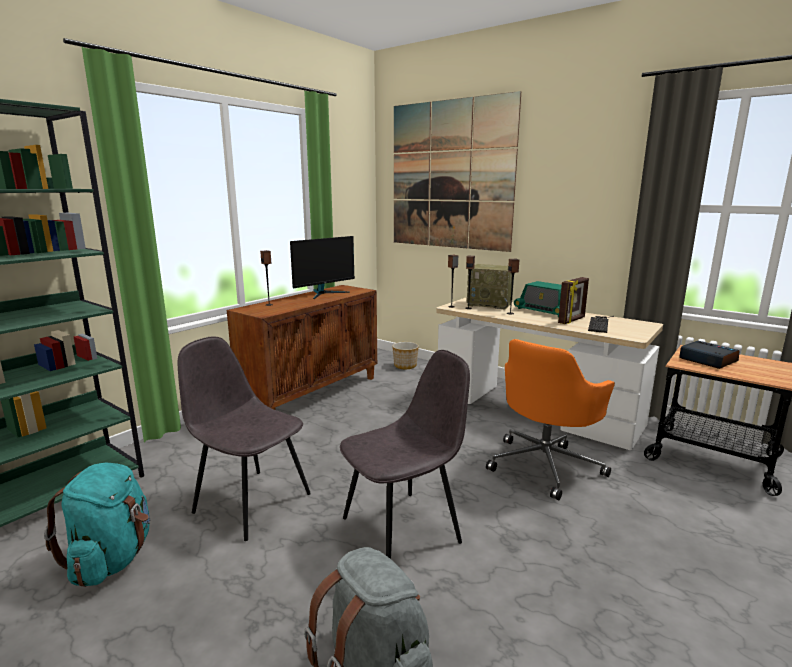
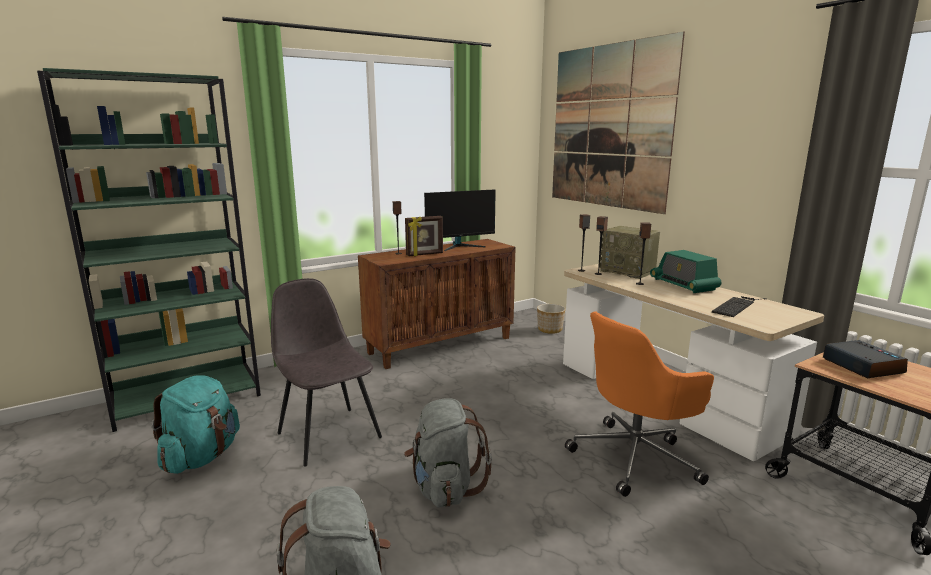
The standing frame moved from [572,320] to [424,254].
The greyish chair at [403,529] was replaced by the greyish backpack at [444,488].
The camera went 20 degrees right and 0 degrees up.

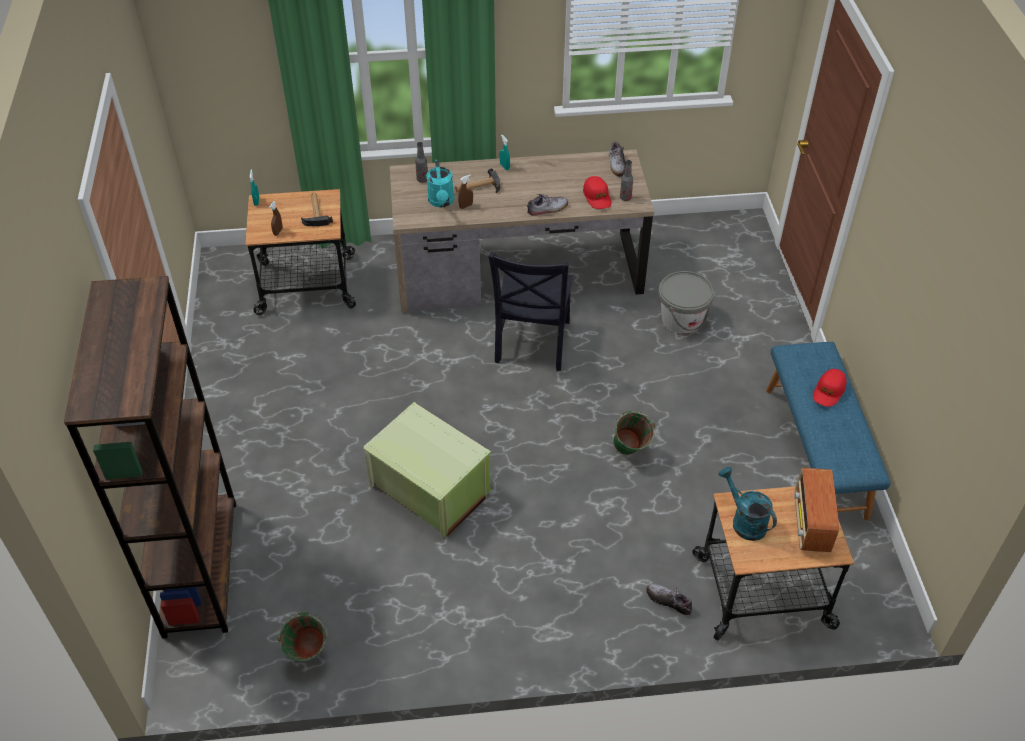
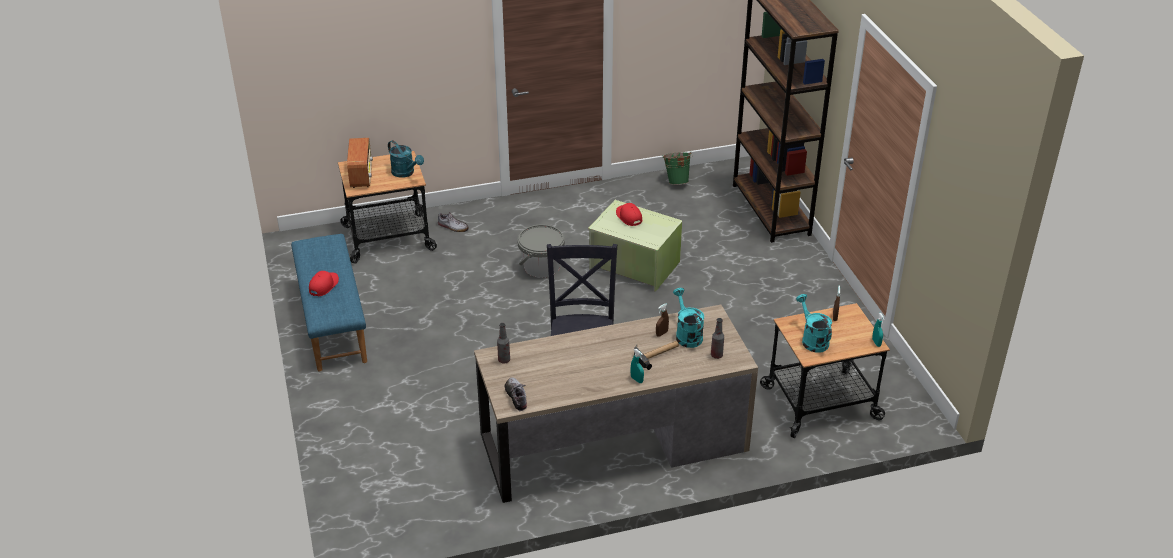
The red baseball cap moved from [597,197] to [628,217].
The hand hammer at [315,212] was replaced by the blue-green watering pot at [812,339].
The shoe at [547,209] disappeared.
The greyish pail moved from [682,319] to [541,267].
The greenish pail at [629,453] disappeared.
The camera went 170 degrees right and 10 degrees down.

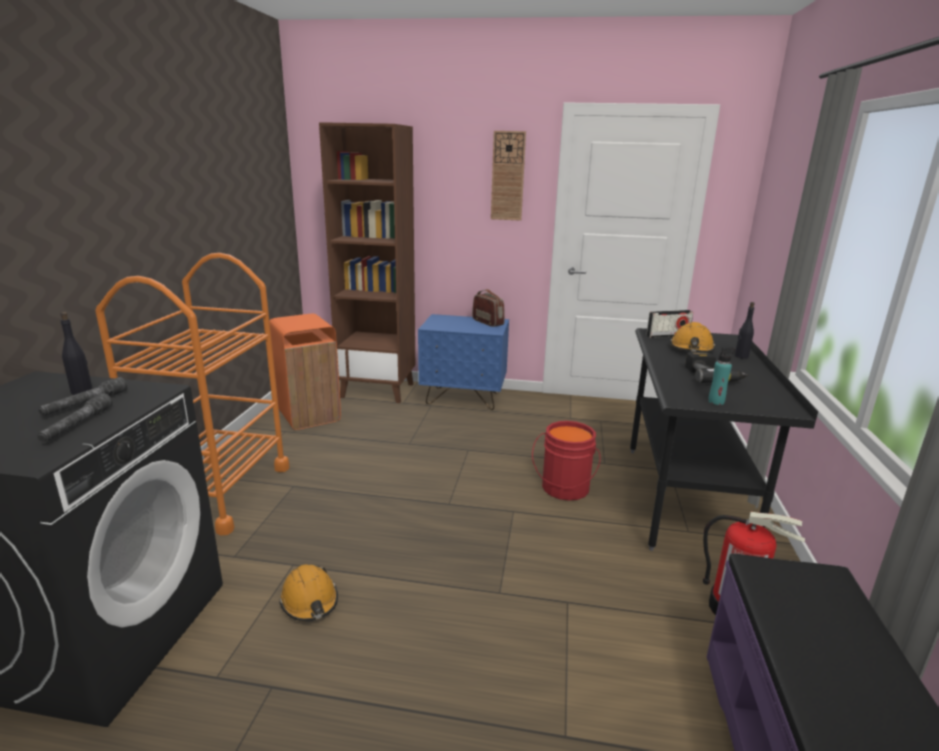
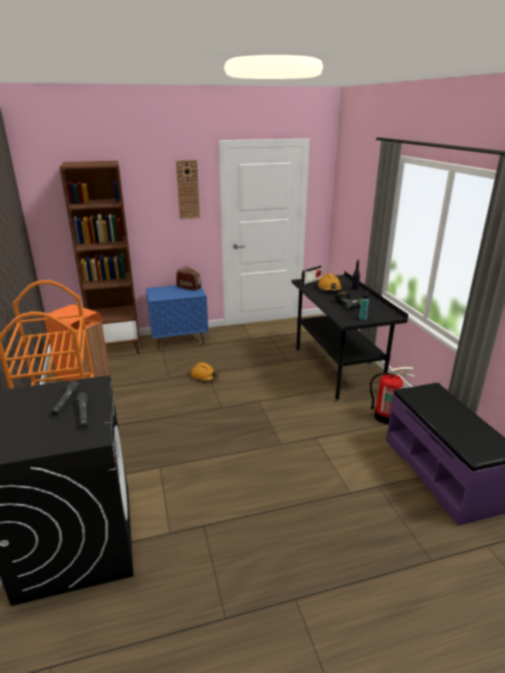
The blackish bottle at [82,391] disappeared.
The red pail at [564,489] disappeared.
The orange-coloured hard hat moved from [310,601] to [204,376].
The camera went 25 degrees left and 5 degrees up.

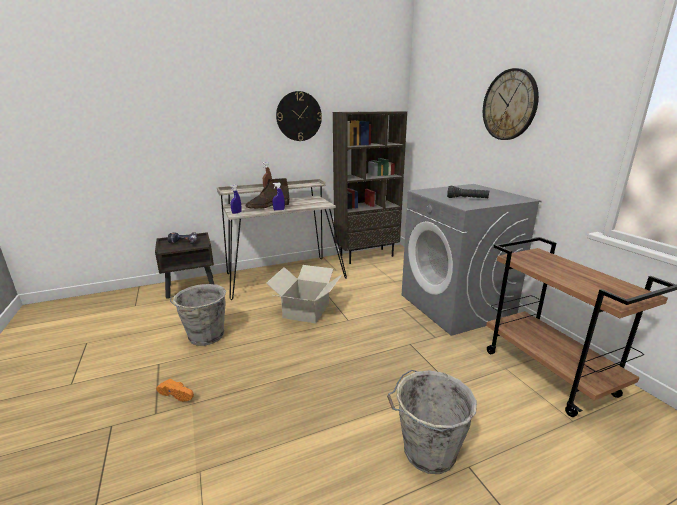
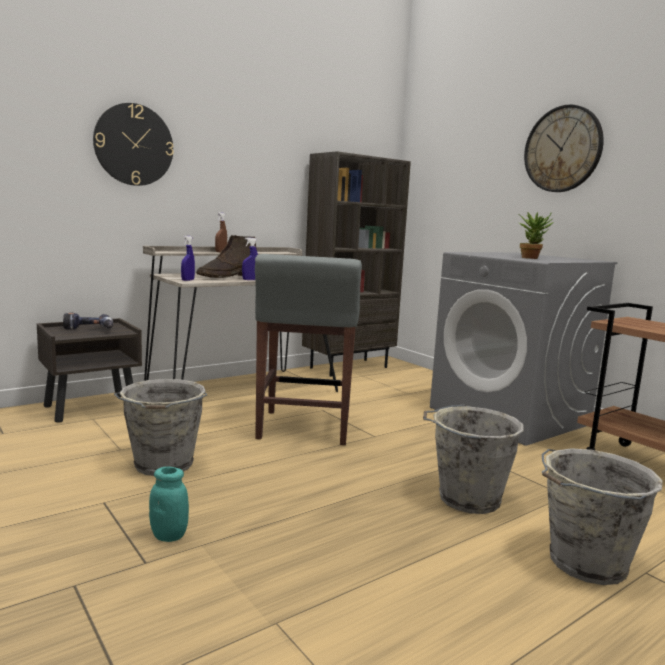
The clock on the wall moved from [299,116] to [134,145].
The blackish flashlight at [467,199] was replaced by the potted plant at [531,258].
The carton at [306,310] was replaced by the greyish sitting stool at [304,428].
The orange-coloured shoe at [179,394] was replaced by the blue-green storage jar at [169,536].
The greyish pail at [466,498] appeared.
The camera went 15 degrees left and 10 degrees down.

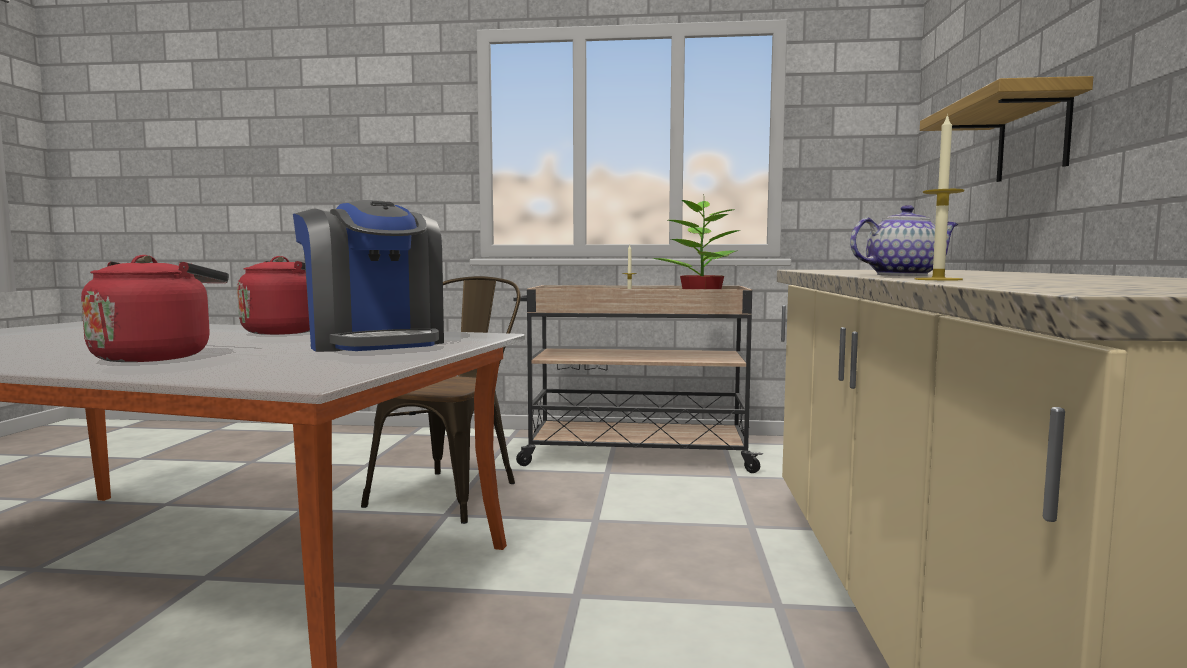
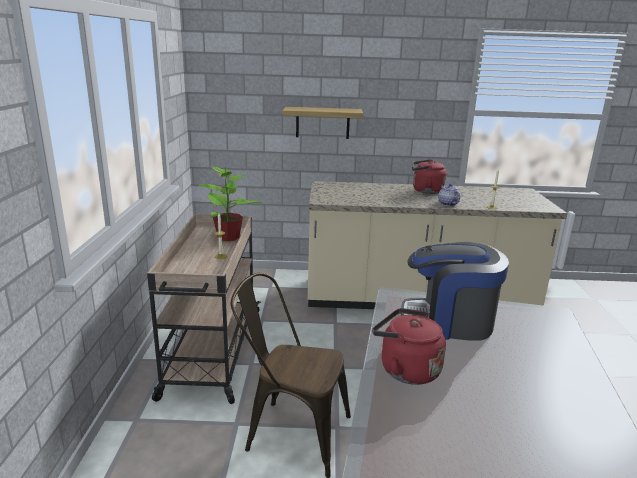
The coffee maker at [375,343] turned 135 degrees counterclockwise.
The red tea kettle moved from [157,357] to [425,191].
The camera went 95 degrees left and 15 degrees up.

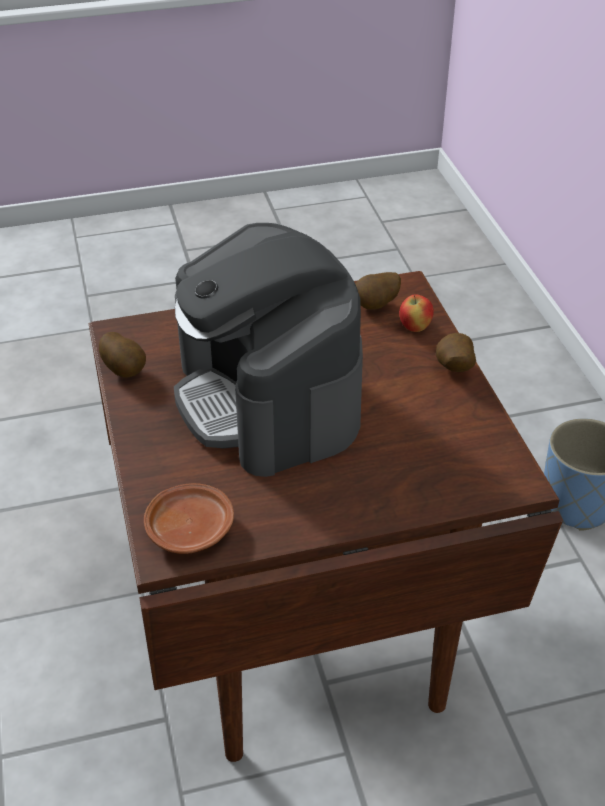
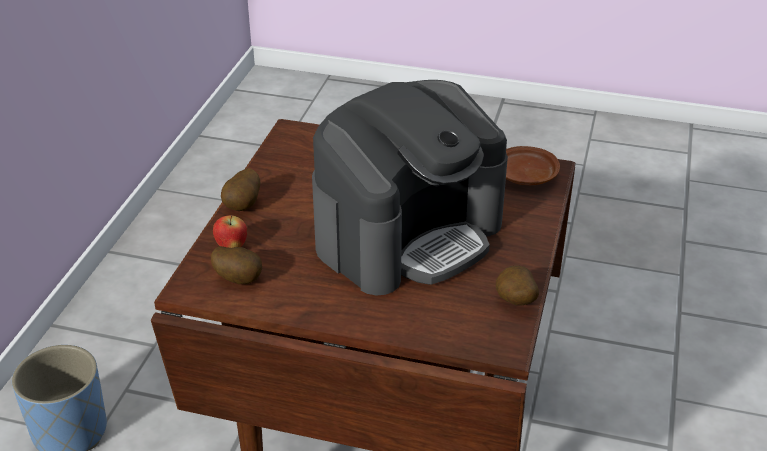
The coffee maker at [268,399] turned 45 degrees clockwise.
The camera went 150 degrees left and 5 degrees down.

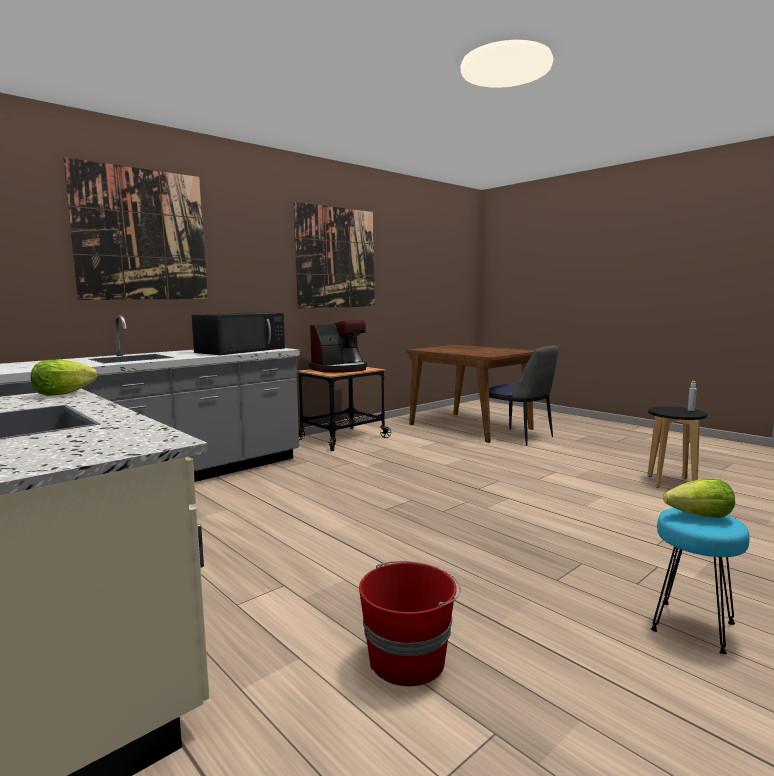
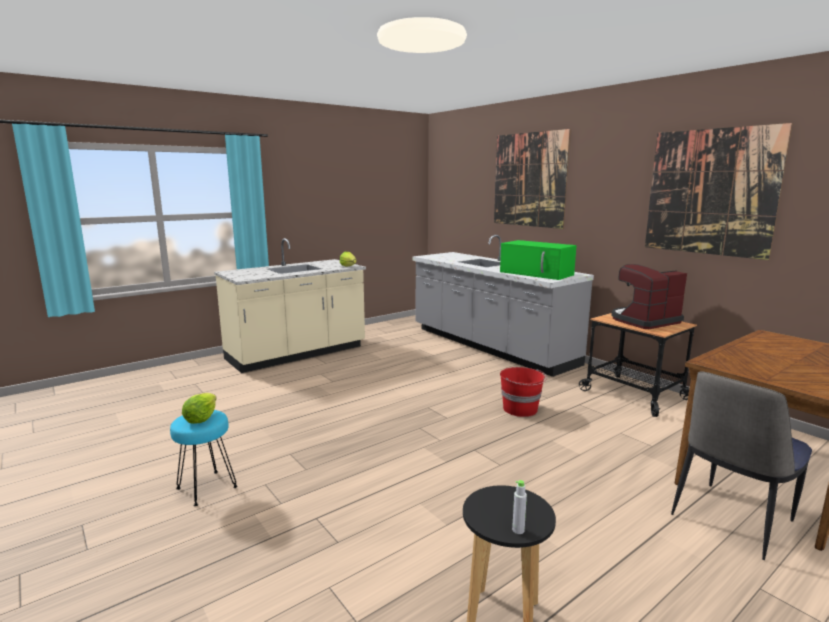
The blackish kitchen microwave at [241,350] became the greenish kitchen microwave at [537,273].
The coffee maker at [340,369] turned 90 degrees clockwise.
The red pail moved from [408,659] to [521,409].
The camera went 95 degrees right and 5 degrees up.

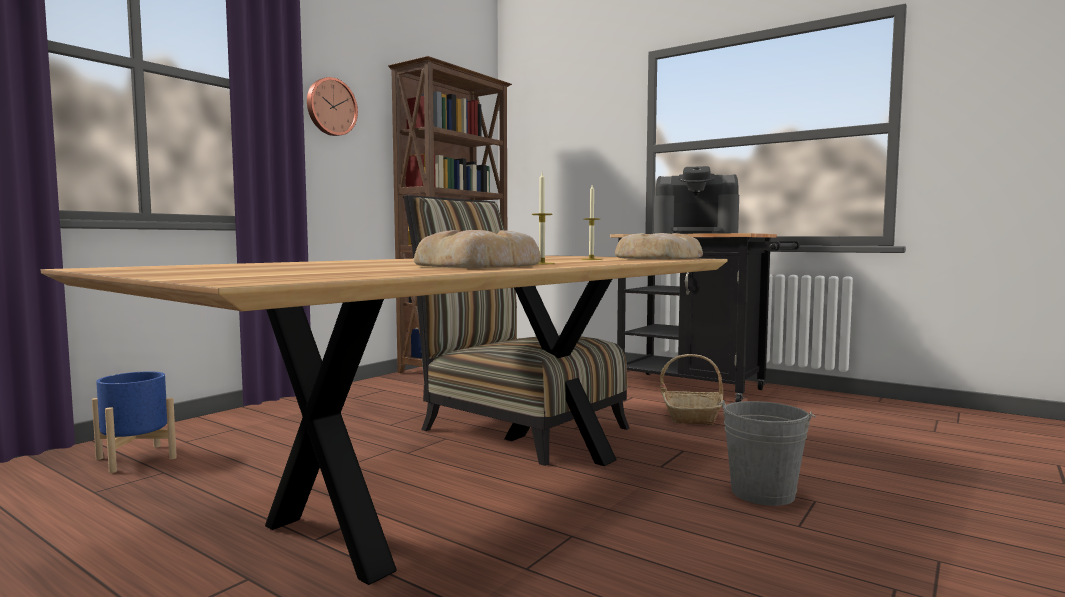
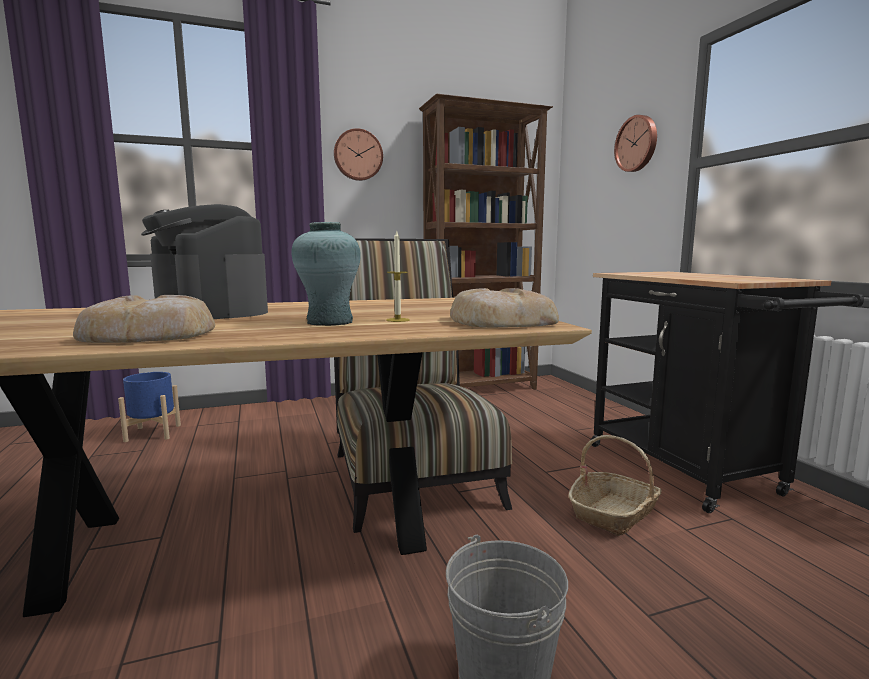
The coffee maker moved from [695,233] to [210,311].
The wax light at [542,263] disappeared.
The clock on the wall at [637,144] appeared.
The blue-green decorative vase at [329,322] appeared.
The camera went 35 degrees right and 5 degrees up.

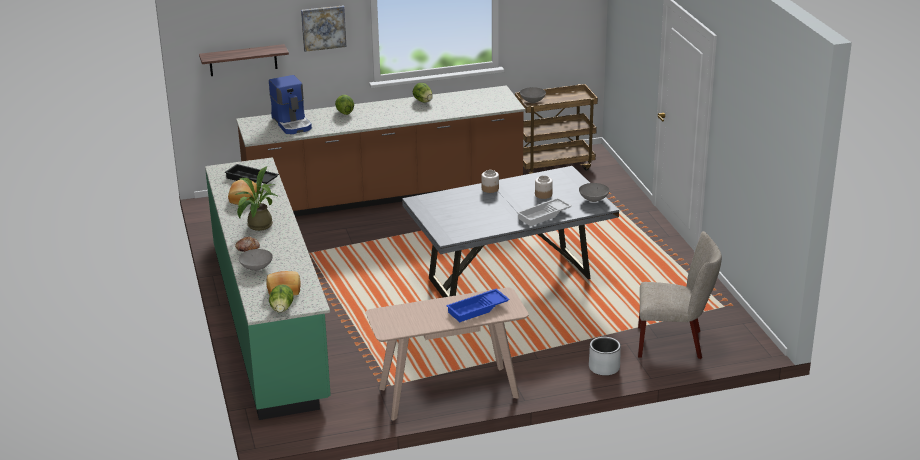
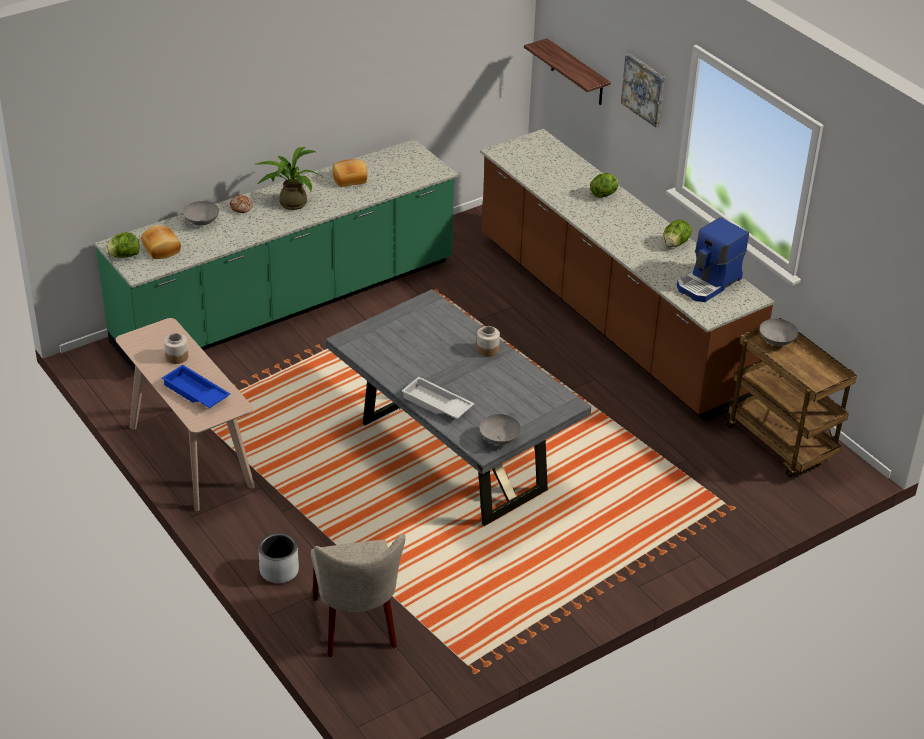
The coffee maker moved from [292,123] to [709,283].
The blackish serving tray at [251,179] disappeared.
The storage jar moved from [543,195] to [176,357].
The camera went 70 degrees right and 10 degrees up.

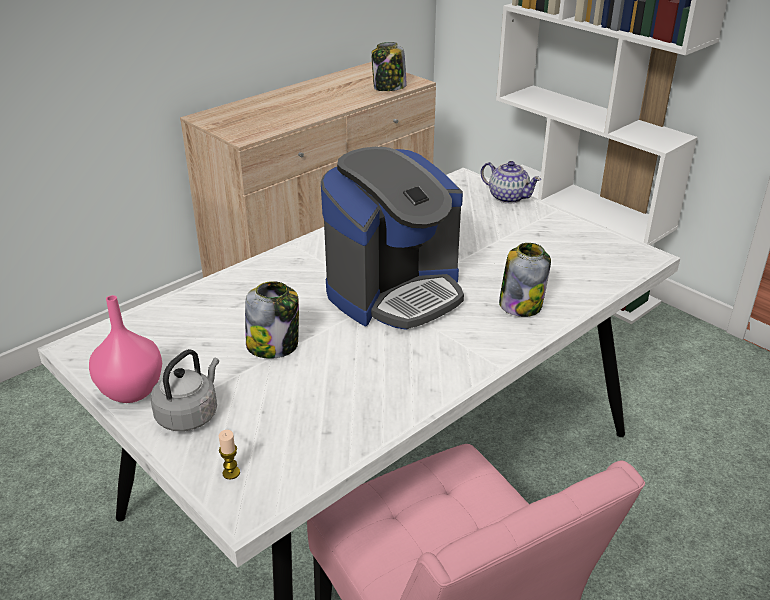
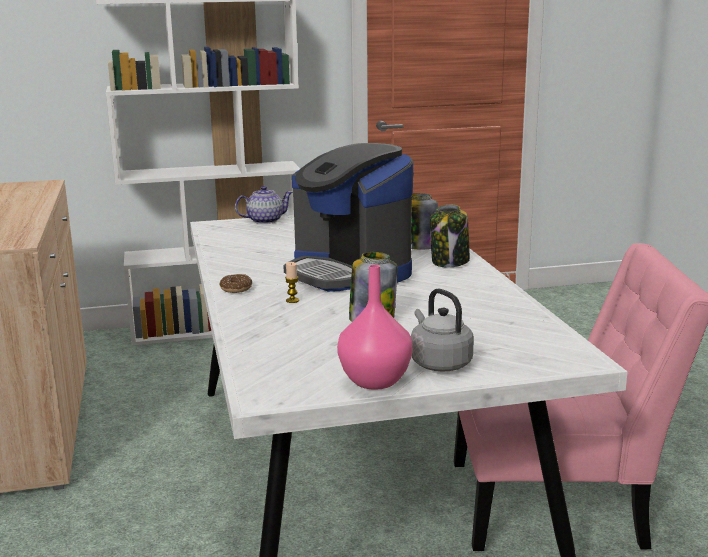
The storage jar moved from [389,88] to [450,262].
The coffee maker at [395,292] turned 150 degrees clockwise.
The wax light moved from [231,473] to [292,300].
The ring doughnut at [236,289] appeared.
The camera went 60 degrees left and 15 degrees down.

